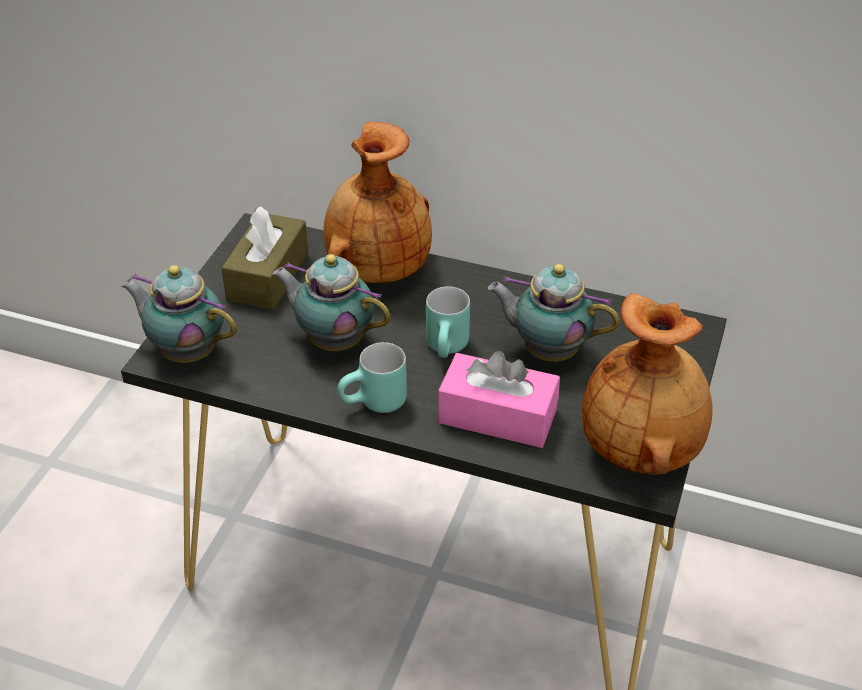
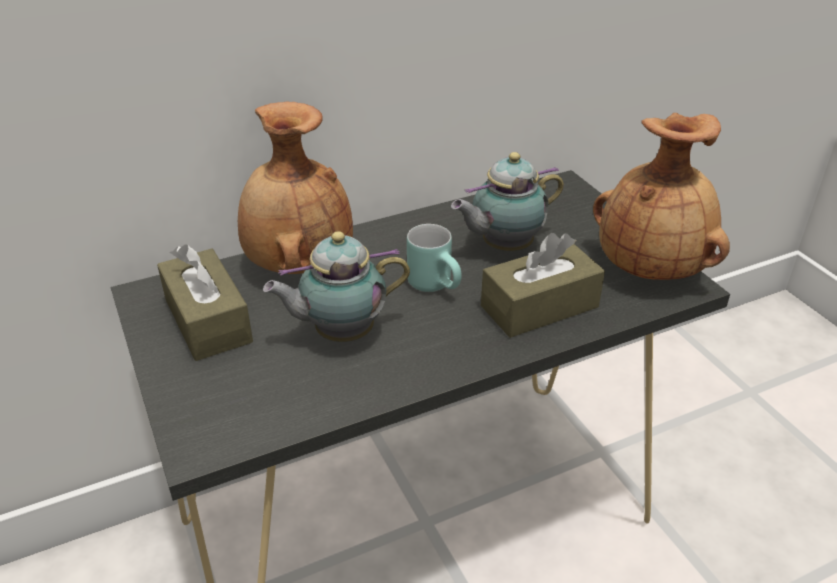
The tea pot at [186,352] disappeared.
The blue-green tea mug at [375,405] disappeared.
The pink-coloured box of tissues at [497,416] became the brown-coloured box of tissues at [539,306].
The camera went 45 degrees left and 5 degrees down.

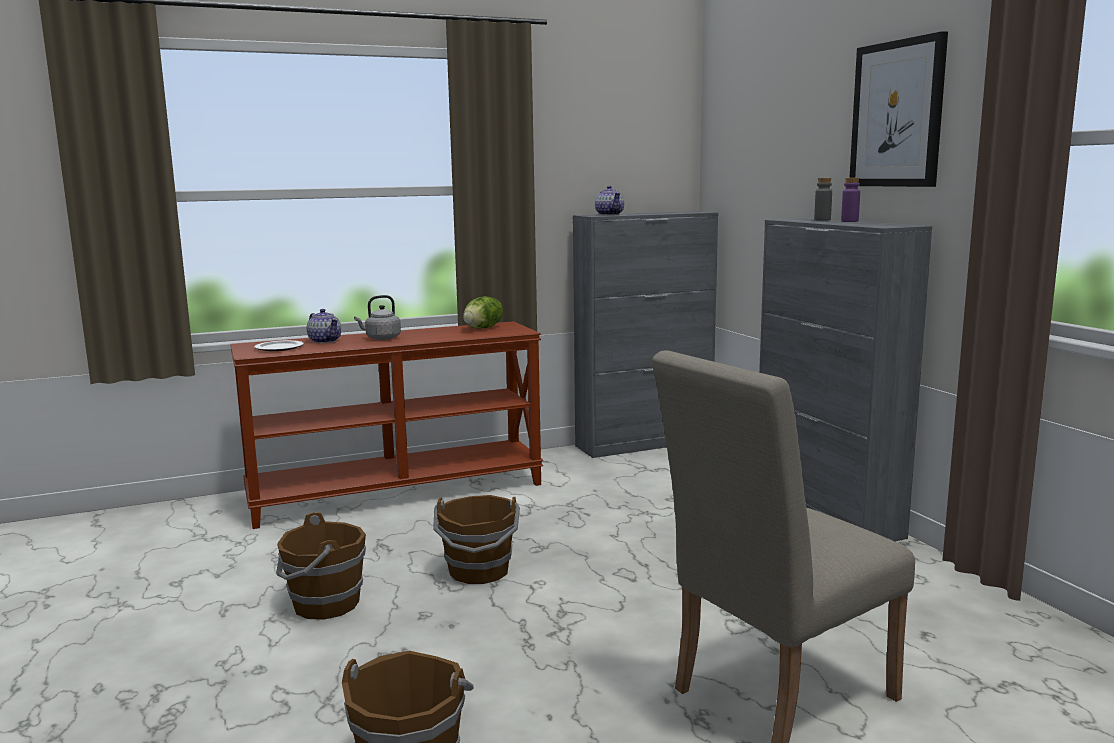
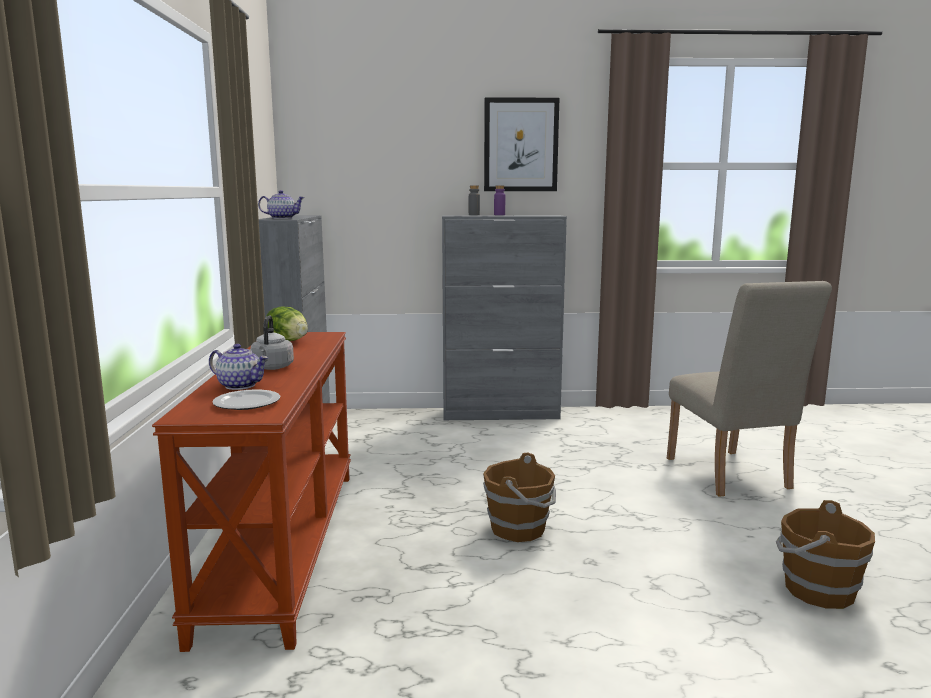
The tea pot at [325,341] turned 45 degrees clockwise.
The brown-coloured pail at [324,604] disappeared.
The camera went 70 degrees left and 0 degrees up.

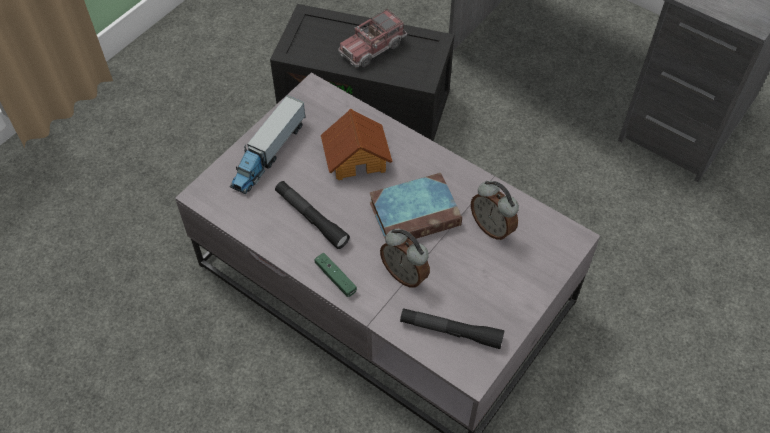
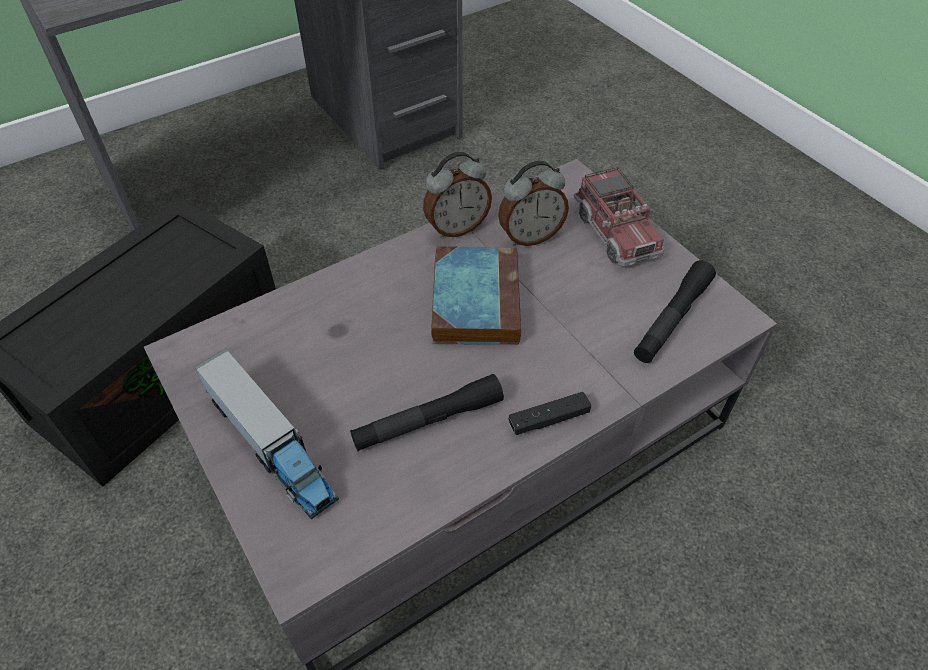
The toy truck moved from [372,47] to [616,232].
The model house at [357,157] disappeared.
The bedside clock moved from [405,274] to [456,227].
The greenish game controller at [335,278] became the blackish game controller at [548,419].
The camera went 70 degrees left and 5 degrees down.

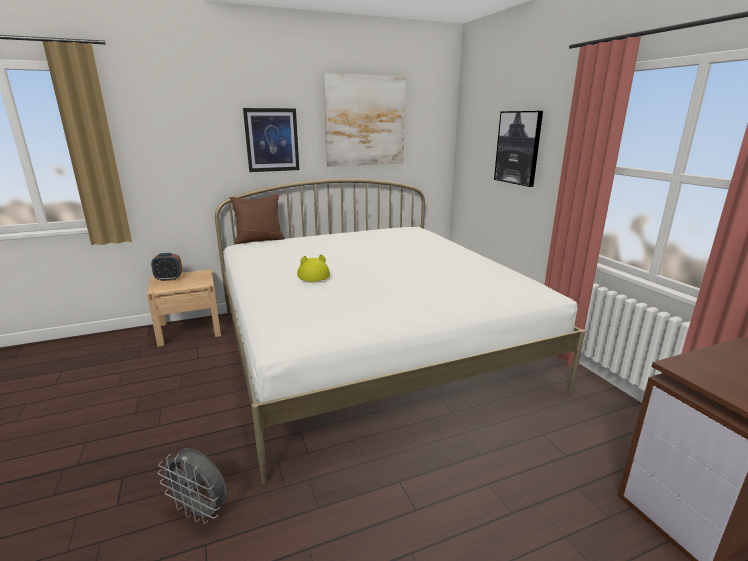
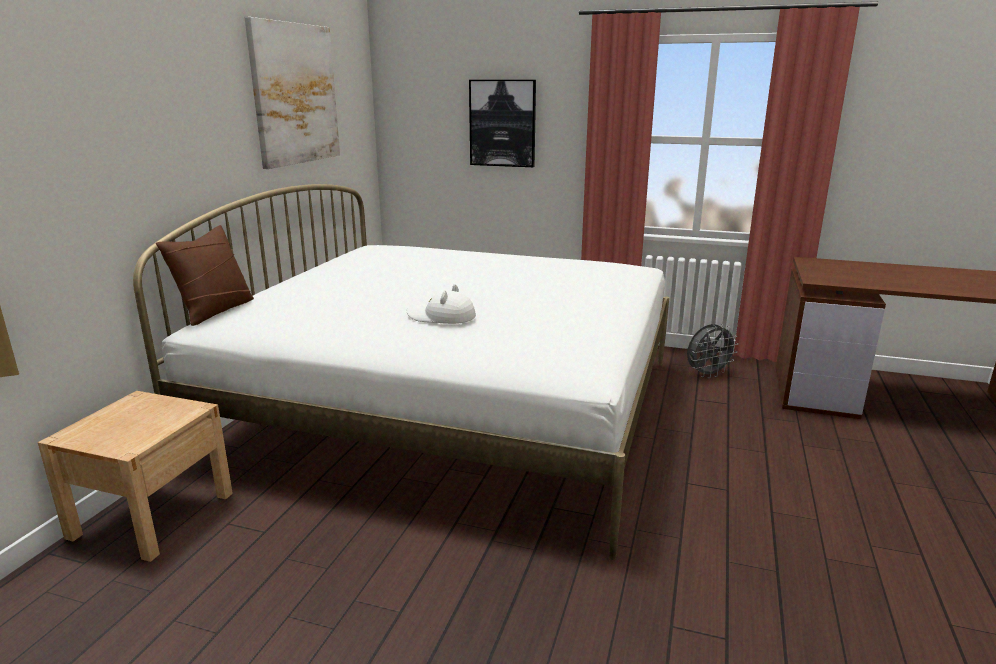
The wall art at [272,140] disappeared.
The bedside clock at [169,279] disappeared.
The yellow-coloured wearable hat at [312,275] became the whitish wearable hat at [441,317].
The greyish fan moved from [201,511] to [707,374].
The camera went 50 degrees left and 0 degrees up.

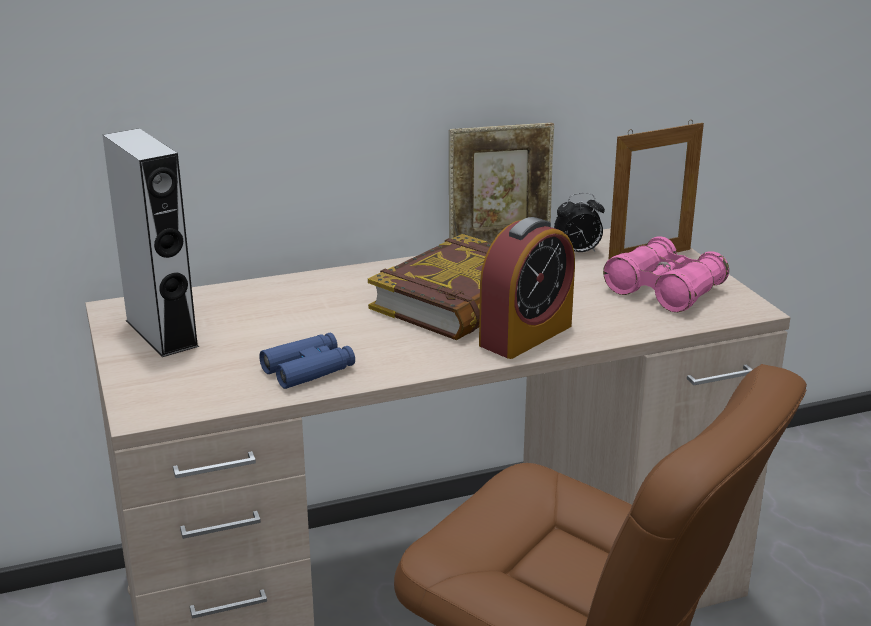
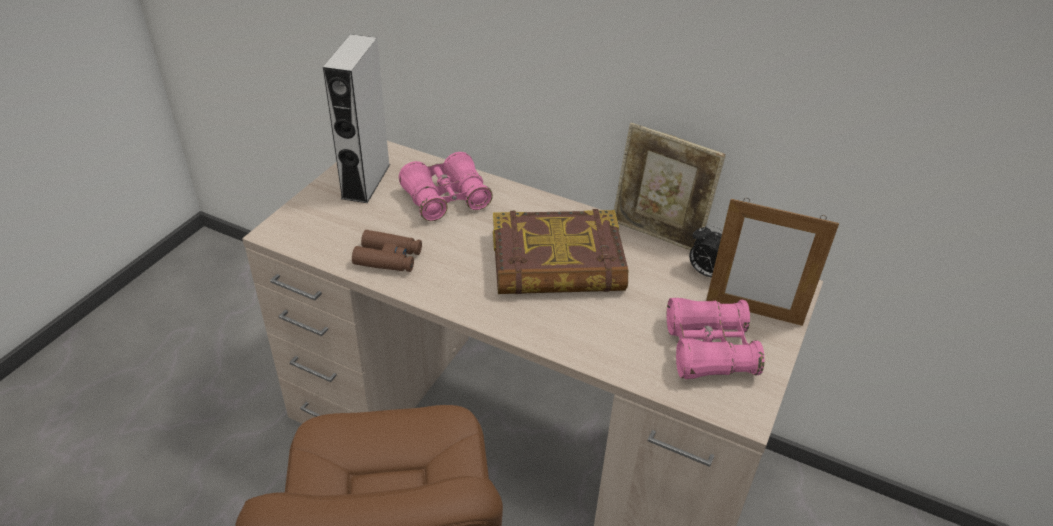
The bedside clock at [525,335] disappeared.
The bluish pair of binoculars at [308,369] became the brown-coloured pair of binoculars at [388,258].
The pink-coloured pair of binoculars at [446,199] appeared.
The camera went 45 degrees right and 15 degrees up.

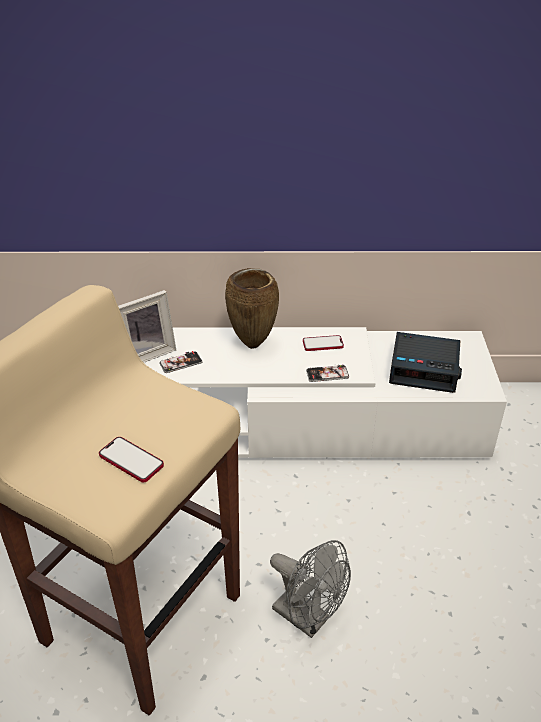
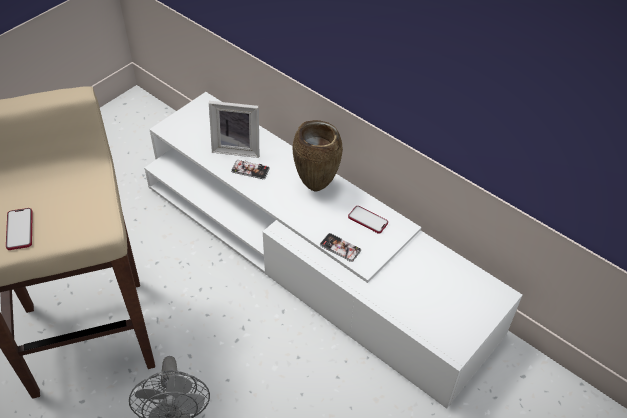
The bedside clock at [424,368] disappeared.
The camera went 40 degrees right and 10 degrees up.

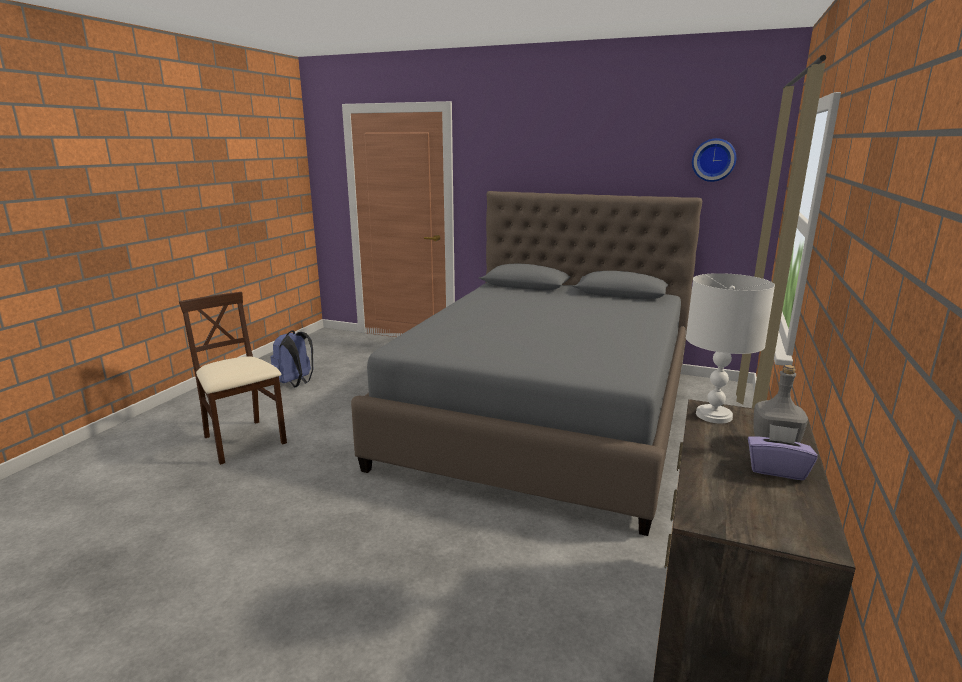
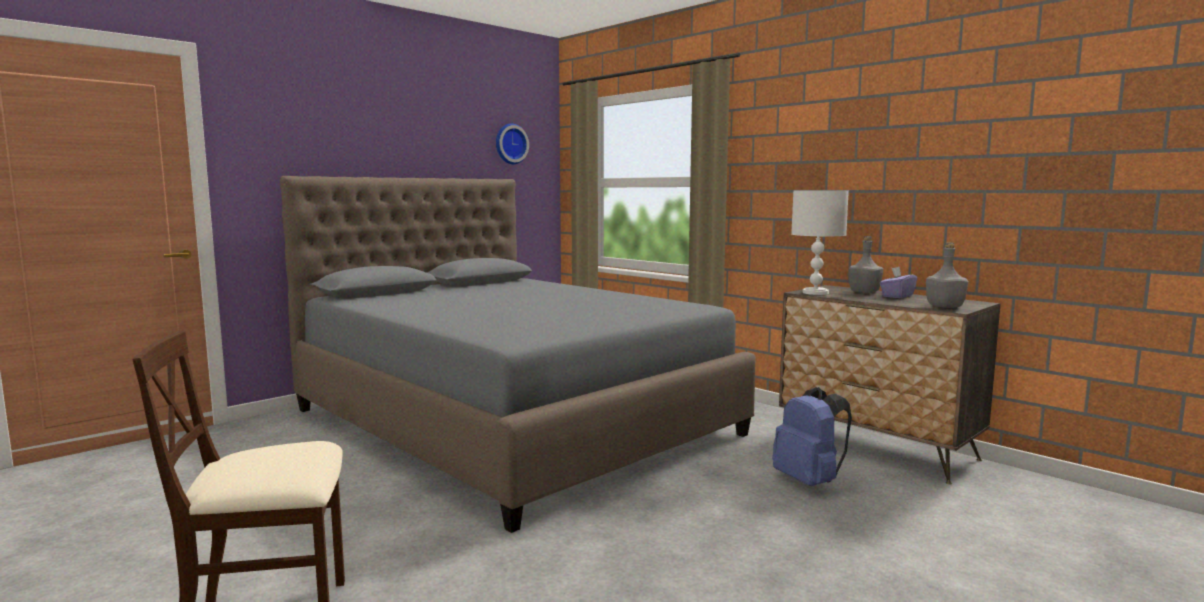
The bluish backpack moved from [295,383] to [810,481].
The greyish bottle at [944,307] appeared.
The camera went 65 degrees left and 10 degrees down.

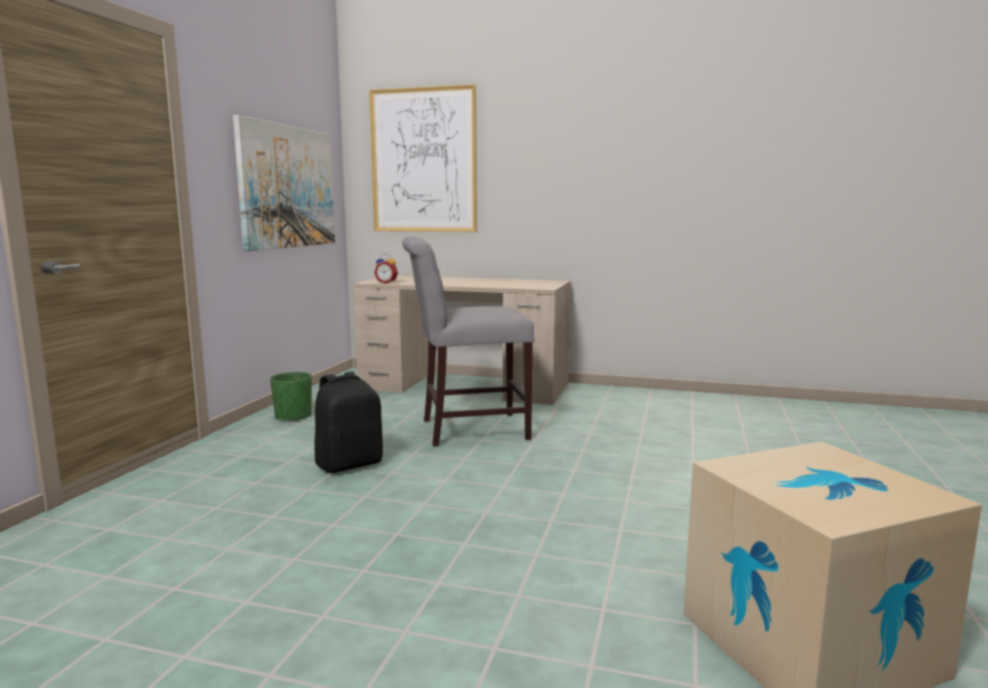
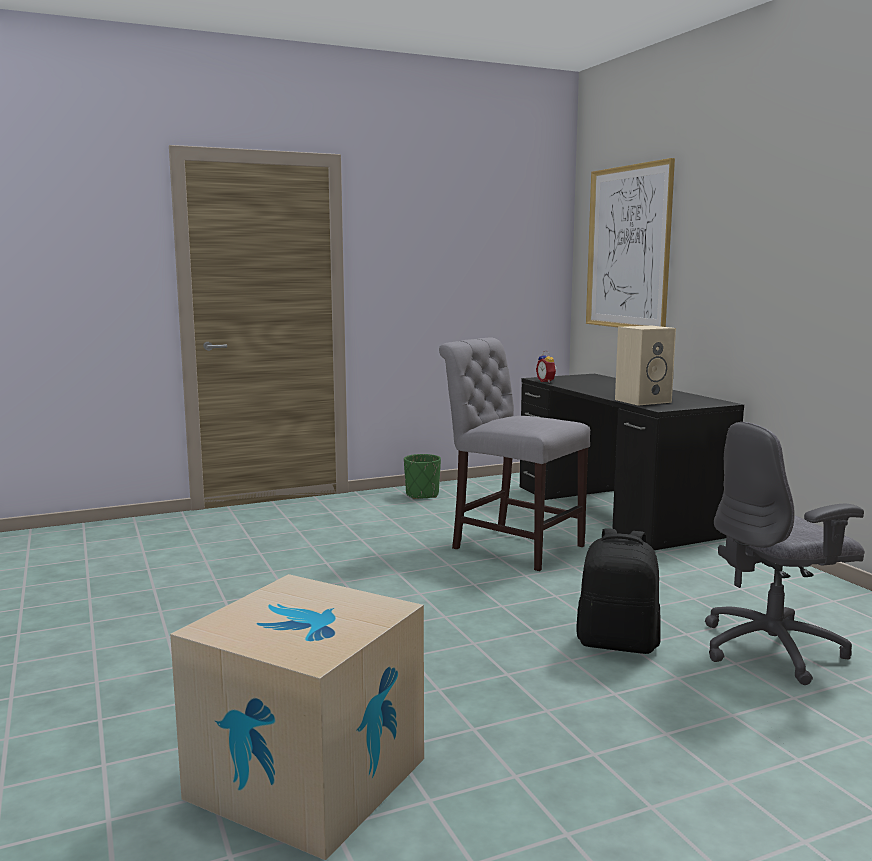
The wall art at [287,187] disappeared.
The beige-coloured desk table at [465,386] became the blackish desk table at [615,509].
The blackish backpack moved from [349,464] to [618,643].
The beige-coloured audio speaker at [643,401] appeared.
The greyish desk chair at [773,649] appeared.
The camera went 50 degrees right and 0 degrees up.

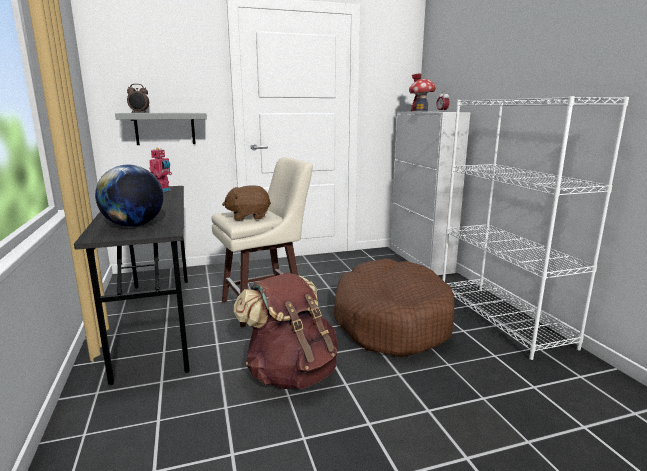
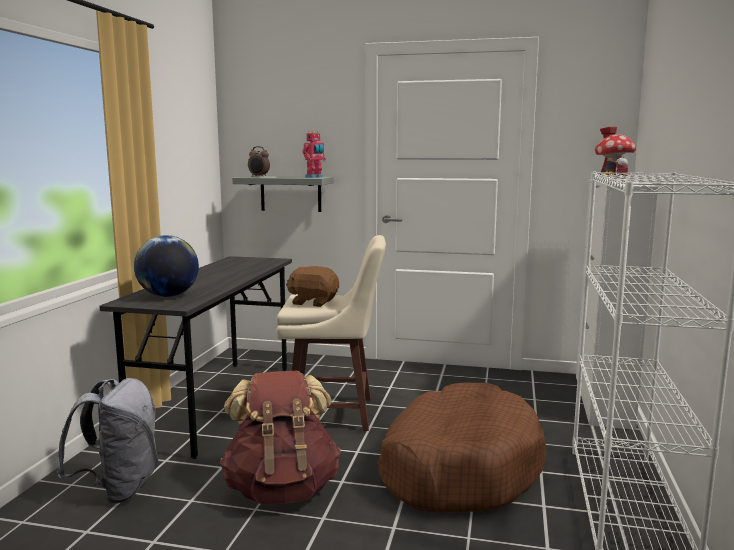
The model robot moved from [163,191] to [314,177].
The greyish backpack at [119,489] appeared.
The camera went 30 degrees right and 5 degrees down.

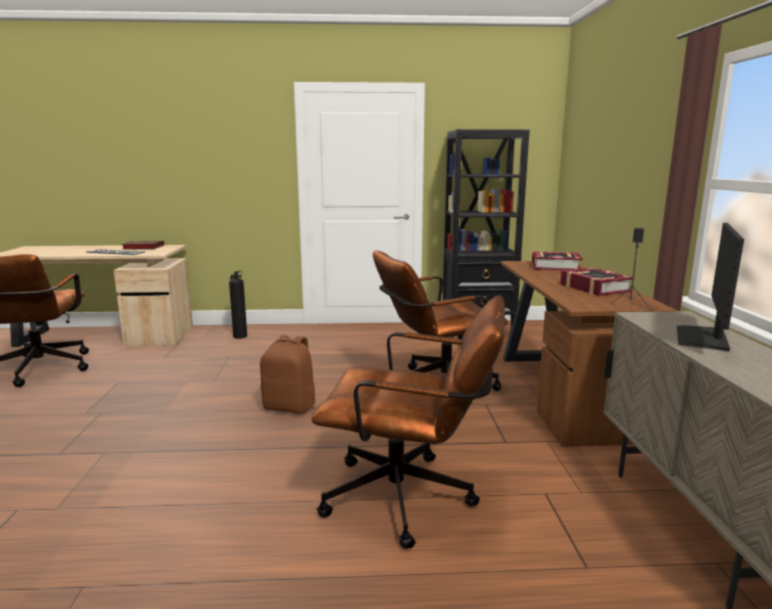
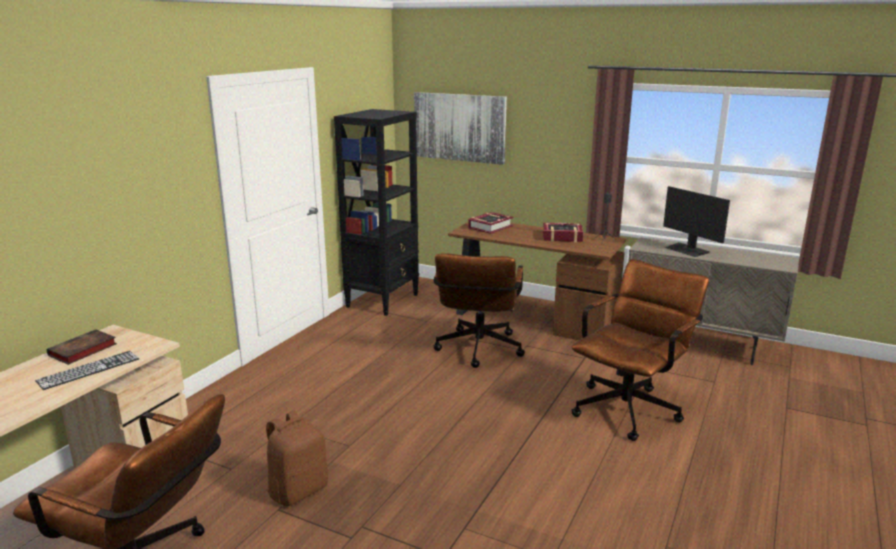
The fire extinguisher at [239,336] disappeared.
The brown-coloured backpack moved from [290,407] to [298,490].
The wall art at [459,127] appeared.
The camera went 60 degrees left and 5 degrees up.

